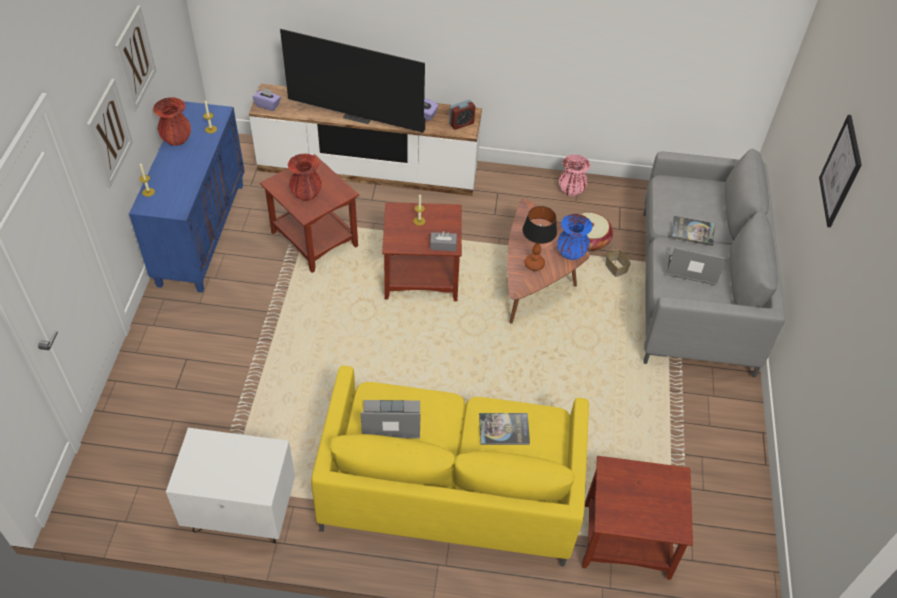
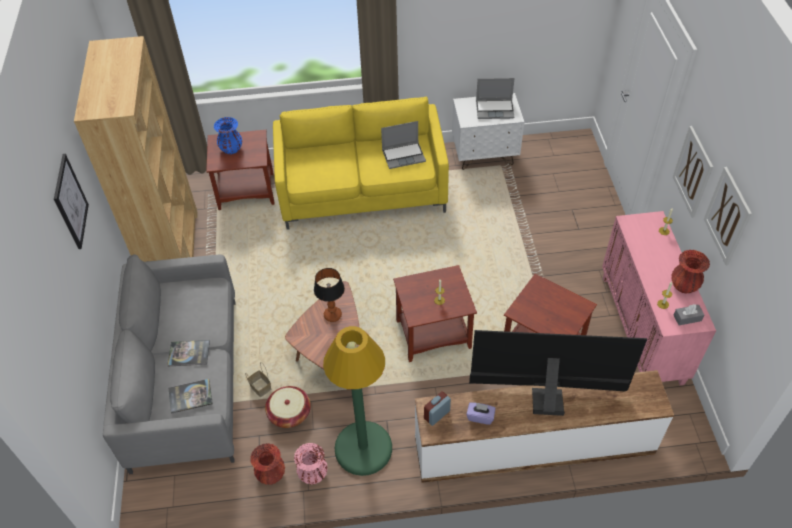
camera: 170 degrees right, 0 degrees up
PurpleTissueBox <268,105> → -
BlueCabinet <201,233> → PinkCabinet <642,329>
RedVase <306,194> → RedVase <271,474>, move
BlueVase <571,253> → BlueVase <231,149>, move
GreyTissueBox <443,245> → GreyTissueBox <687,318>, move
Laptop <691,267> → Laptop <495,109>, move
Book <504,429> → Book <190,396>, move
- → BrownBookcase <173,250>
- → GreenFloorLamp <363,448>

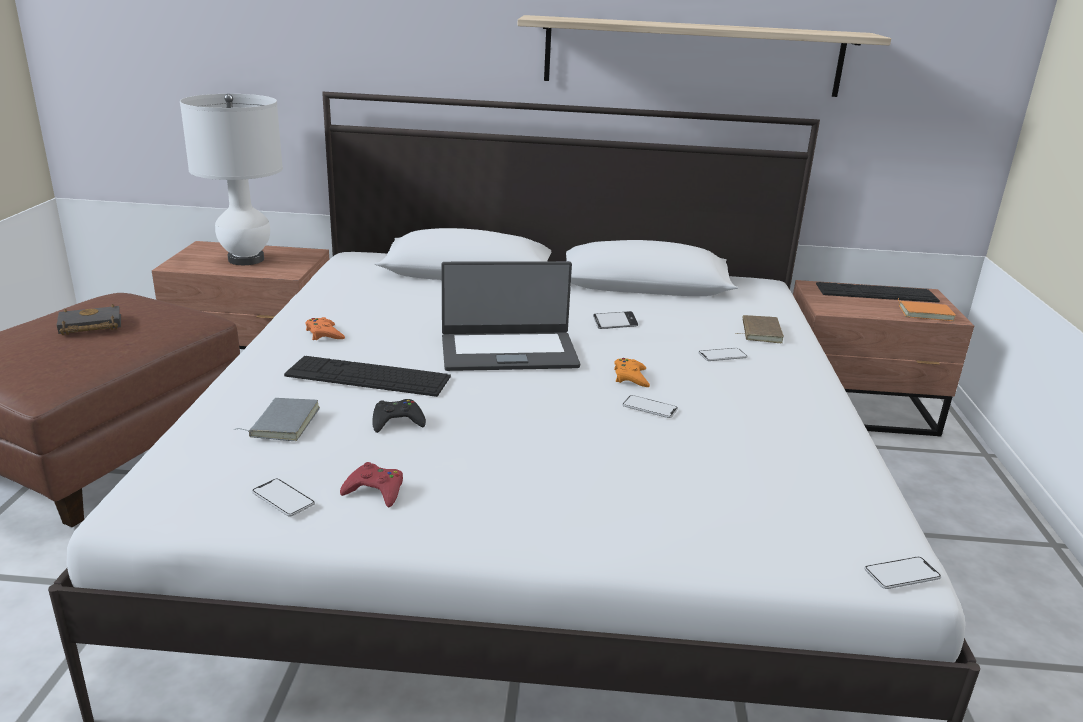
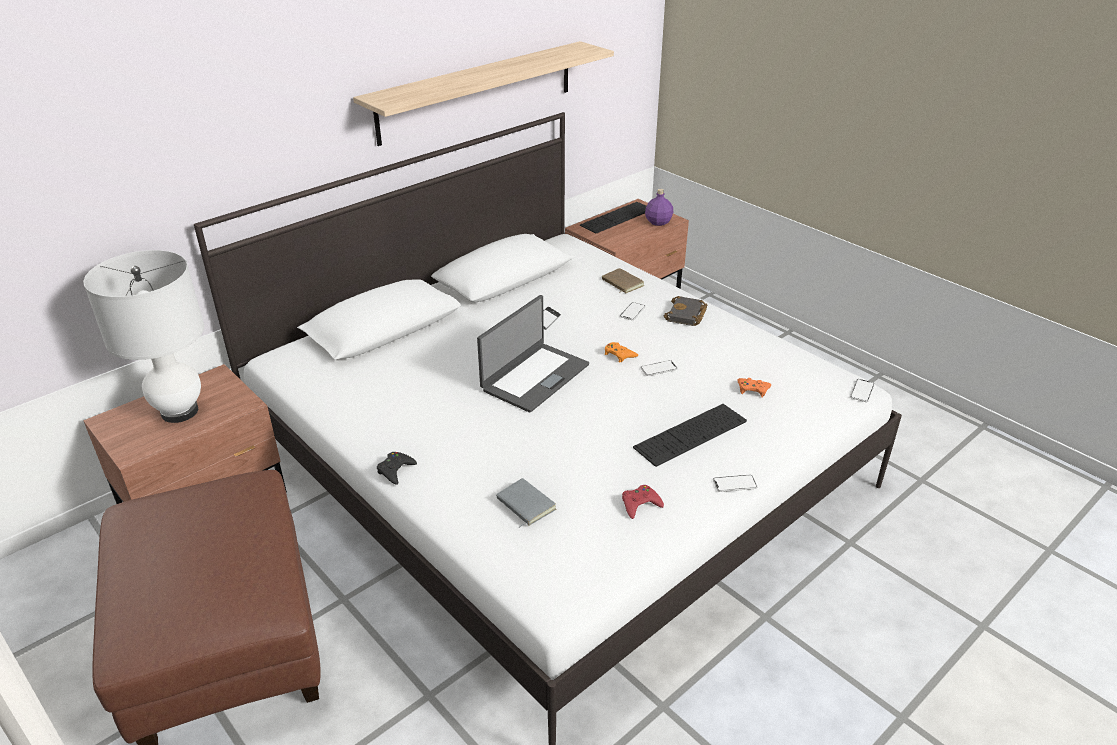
camera: 45 degrees left, 10 degrees up
OrangeBook <925,313> → PurpleBottle <658,222>
BlackBook <88,326> → BlackBook <686,315>, move
OrangeGameController <324,334> → OrangeGameController <753,389>, move
Keyboard <368,376> → Keyboard <690,434>, move
BlackGameController <397,421> → BlackGameController <395,470>, move
Phone <283,499> → Phone <734,484>, move

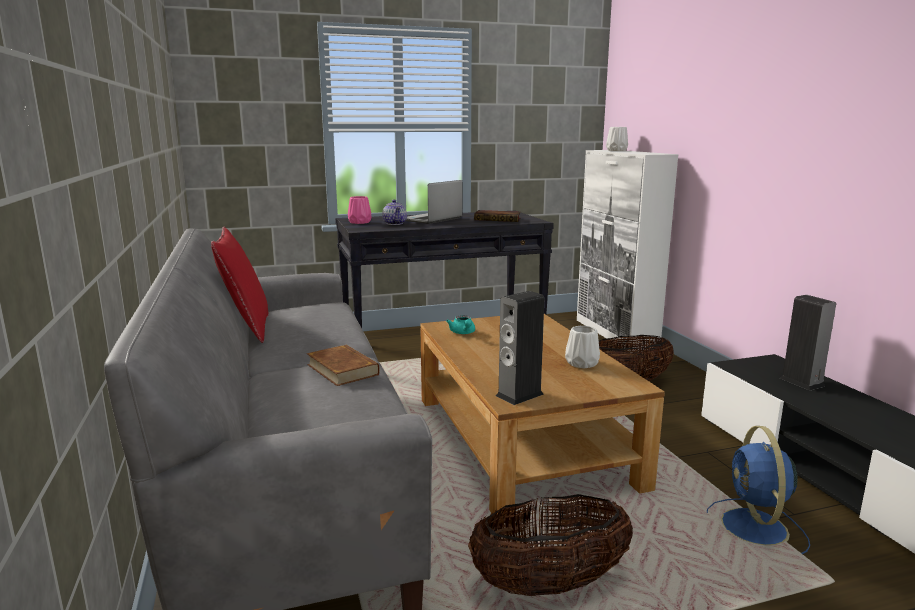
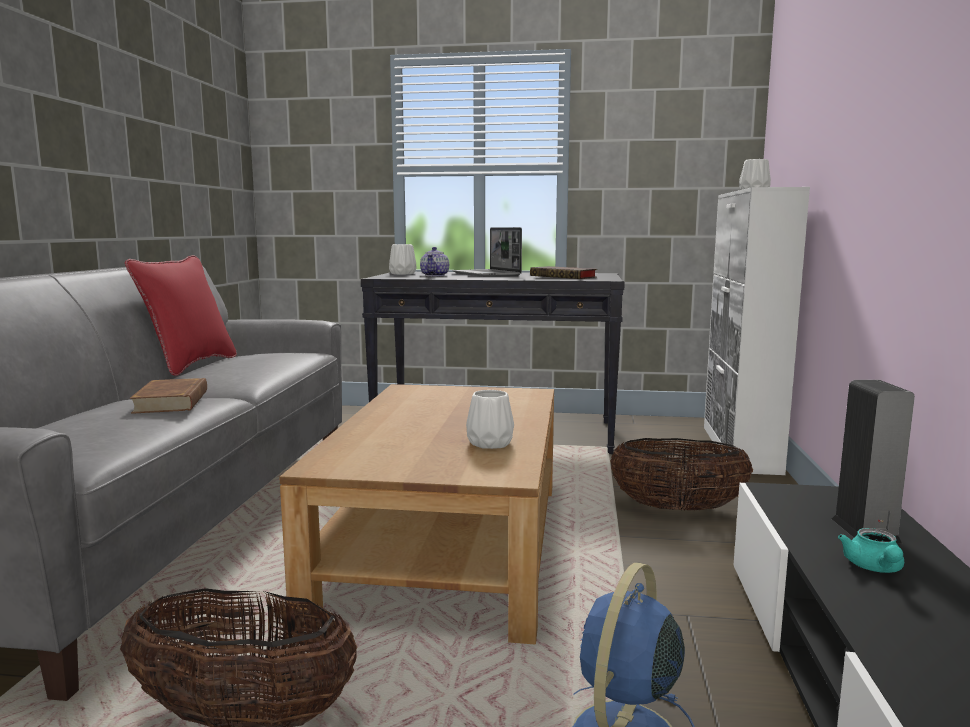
camera: 25 degrees right, 5 degrees down
Laptop <432,219> → Laptop <487,275>, 90 degrees counterclockwise
PinkVase <359,222> → WhiteVase <402,274>
Speaker <519,395> → -
TurquoiseTeapot <463,333> → TurquoiseTeapot <874,568>, move

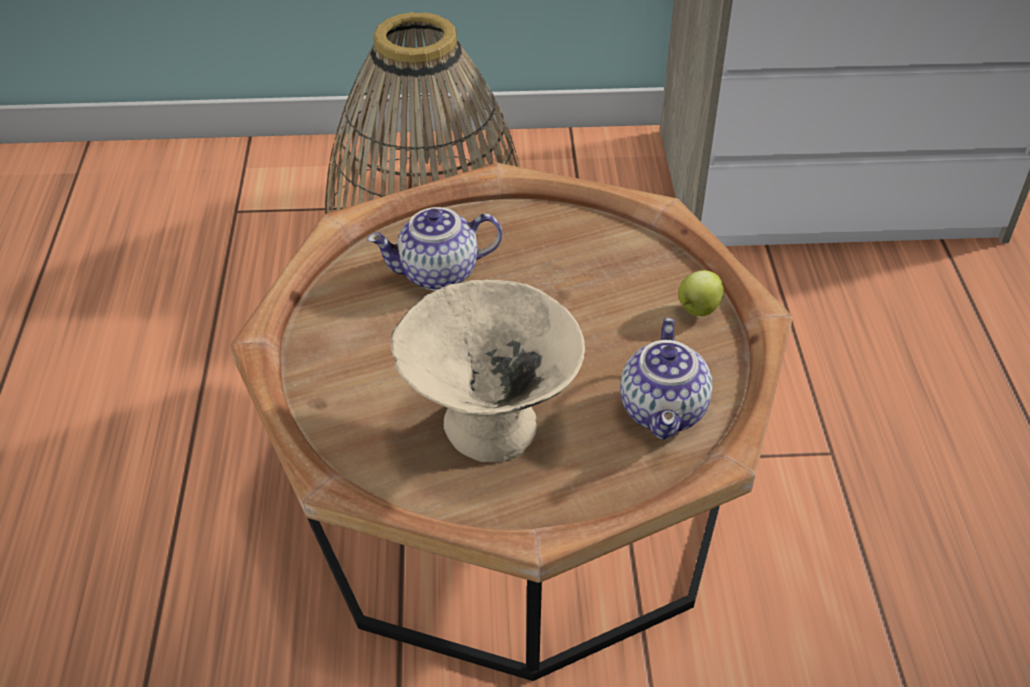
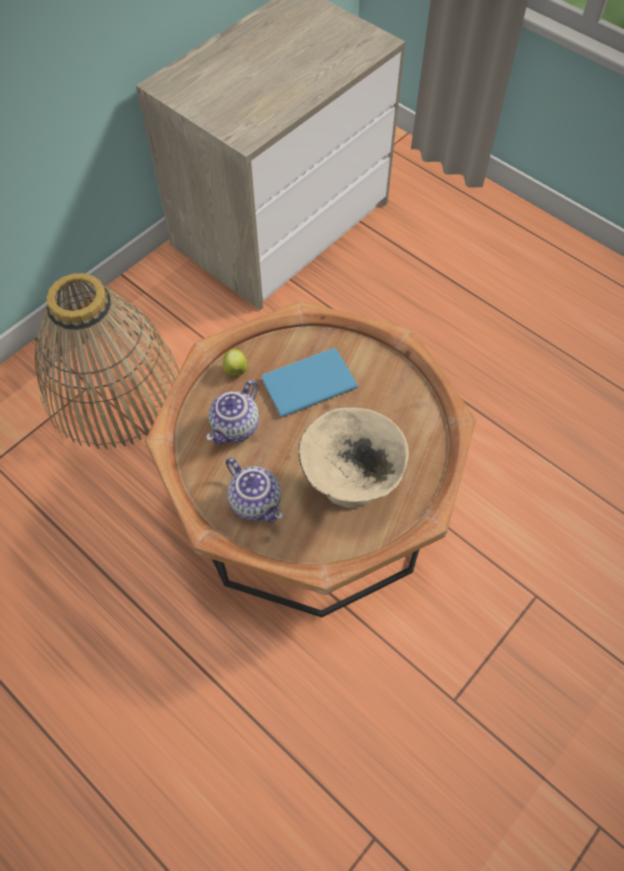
camera: 45 degrees left, 15 degrees up
Apple <697,309> → Apple <236,370>, move
Teapot <665,412> → Teapot <257,502>, move
- → BlueBook <306,382>

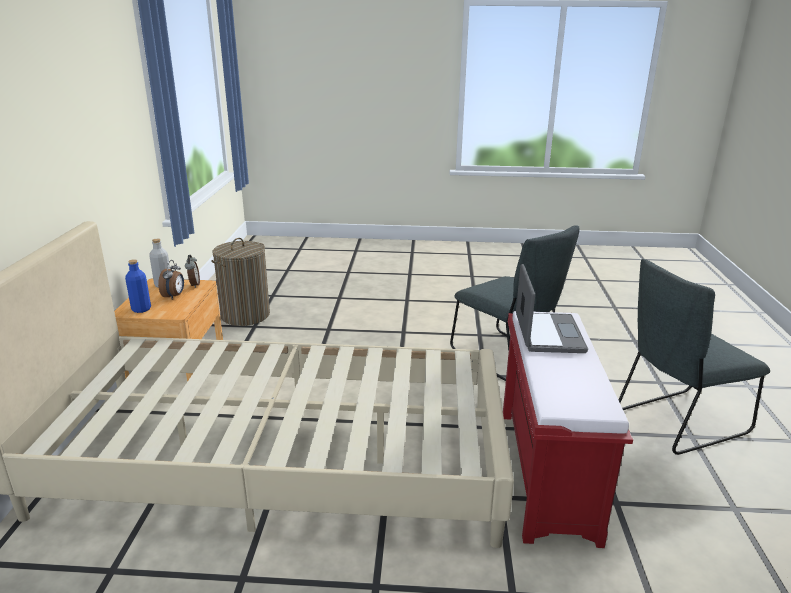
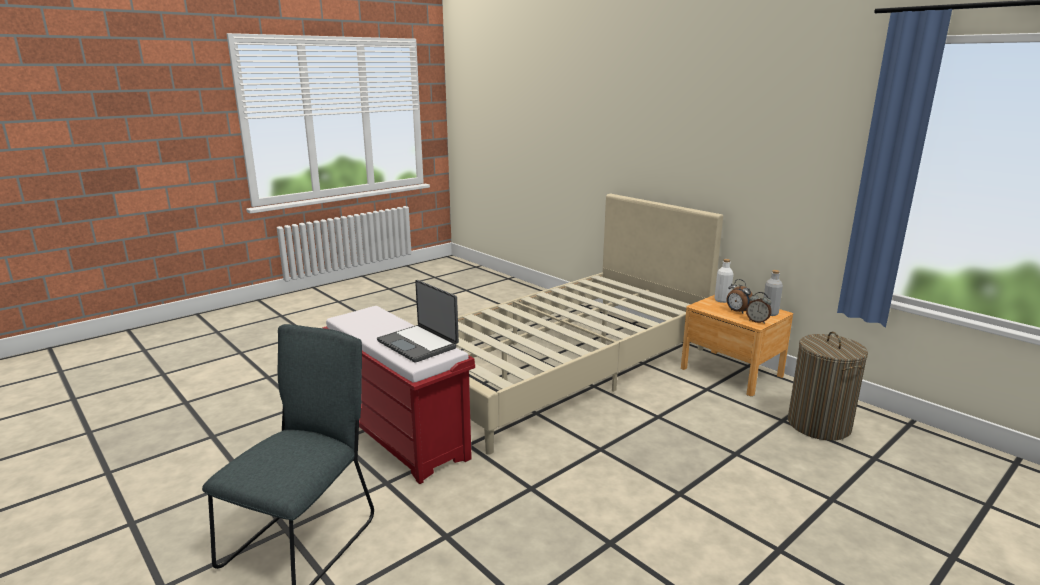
camera: 135 degrees right, 5 degrees down
GreyChair <507,358> → -
BlueBottle <141,309> → WhiteBottle <722,300>

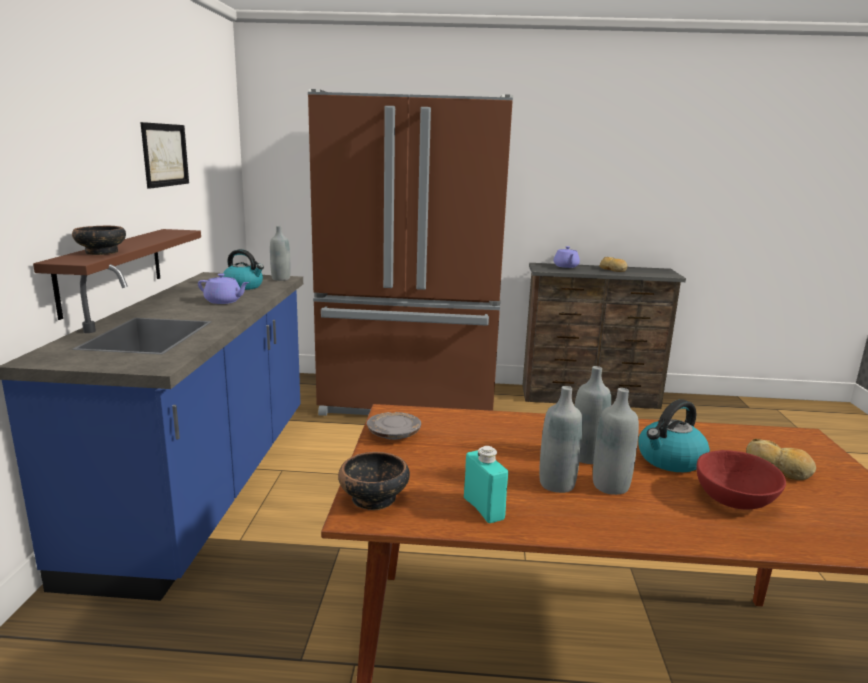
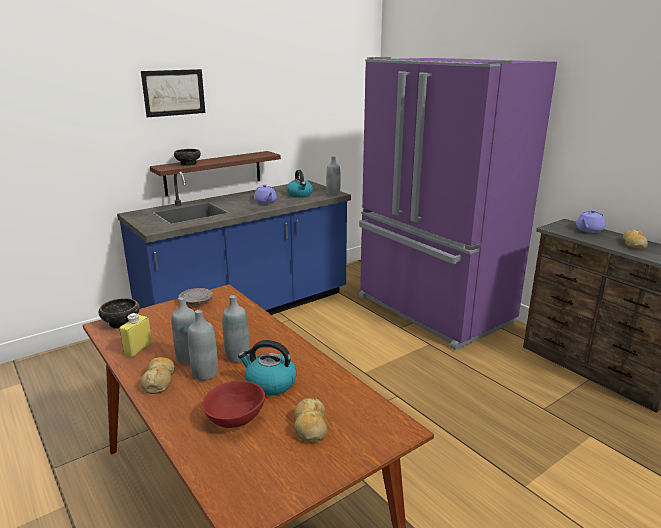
camera: 50 degrees right, 5 degrees up
BrownFridge <409,401> → PurpleFridge <432,310>
Picture <165,155> → Picture <174,92>, move
TurquoiseBottle <483,508> → YellowBottle <138,349>
- → Bread <159,380>

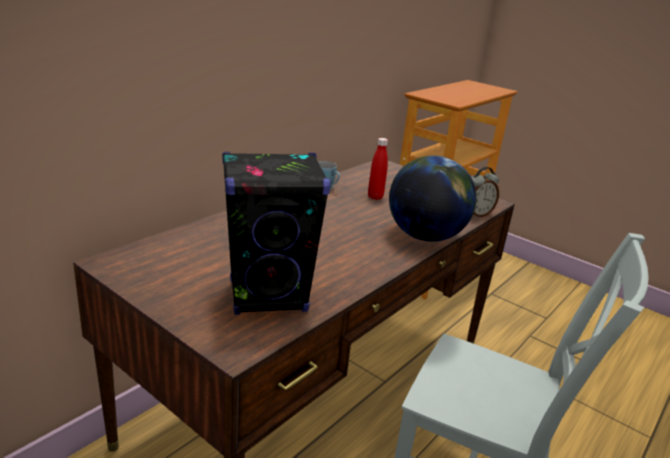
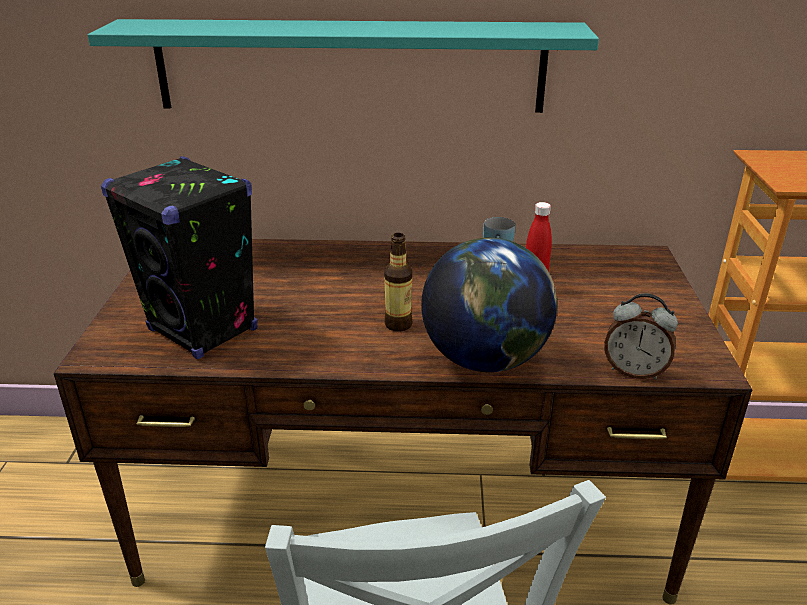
camera: 55 degrees right, 5 degrees up
- → TurquoiseShelf <350,66>
- → Bottle <398,324>

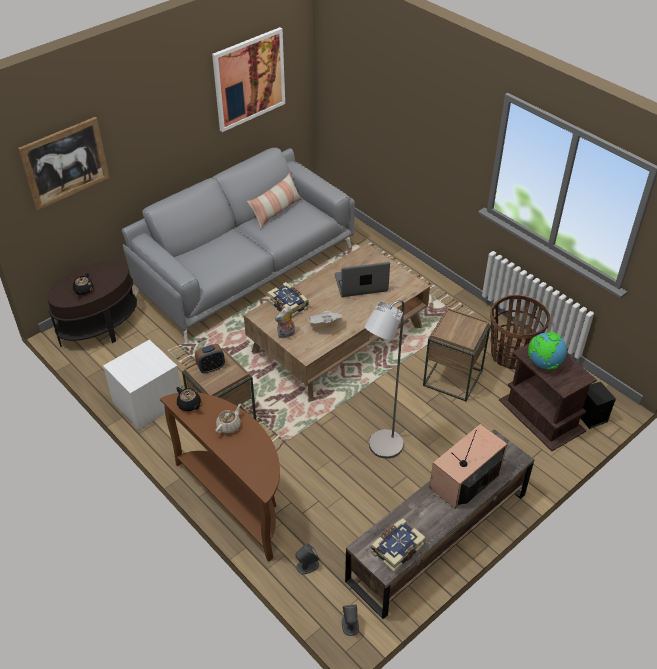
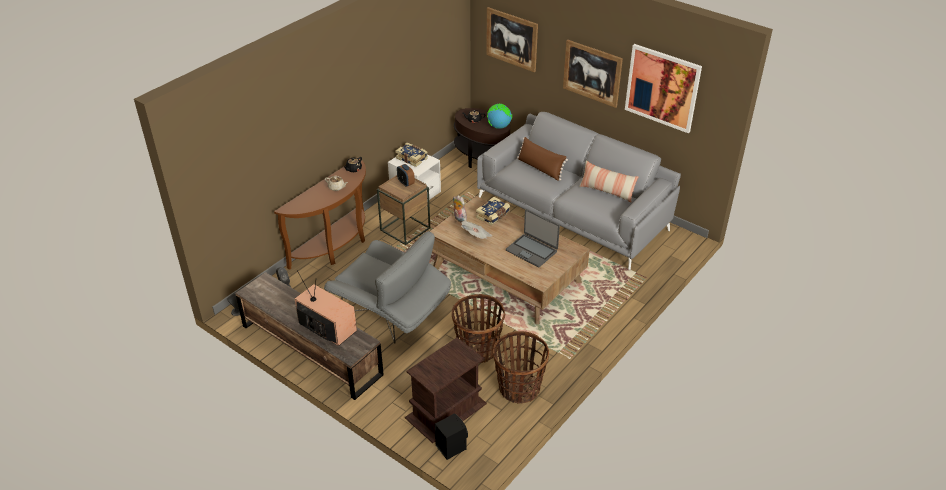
camera: 80 degrees right, 5 degrees down
Laptop <361,284> → Laptop <532,251>, 150 degrees clockwise
GreyFloorLamp <381,448> → GreyArmchair <391,312>
BrownSideTable <453,378> → Basket <478,349>
Globe <544,364> → Globe <499,127>, move
Book <396,549> → Book <412,158>, move
- → Picture <592,73>
- → BrownPillow <540,168>

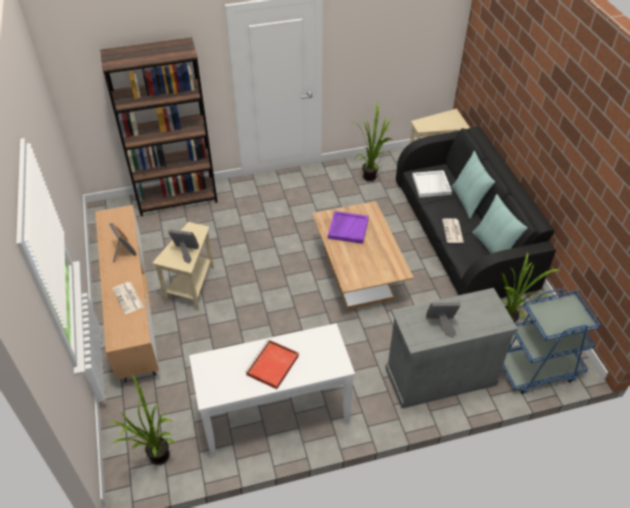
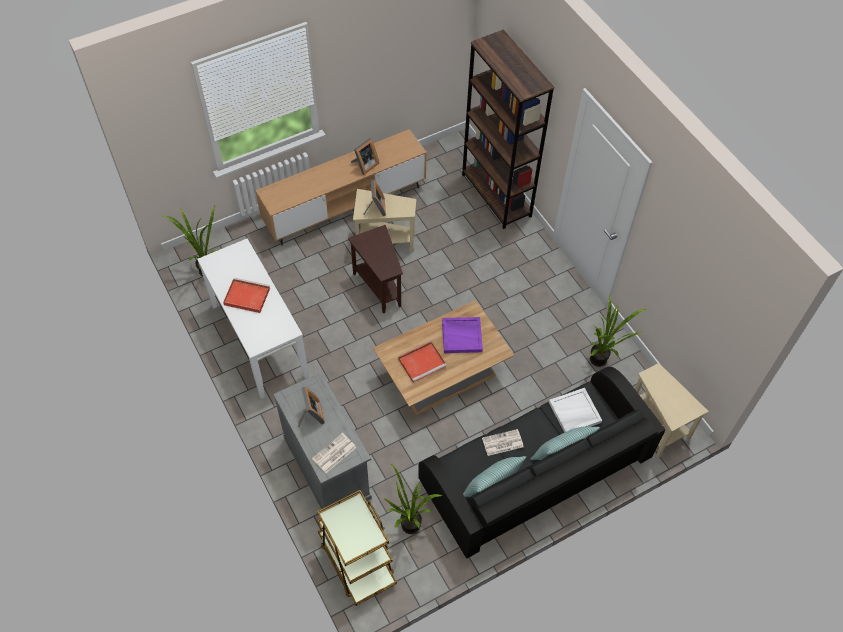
camera: 75 degrees right, 10 degrees up
Newspaper <128,298> → Newspaper <334,453>, move
BlueCart <537,368> → BrownCart <357,560>
- → BrownSideTable <379,286>
- → RedTray <422,362>

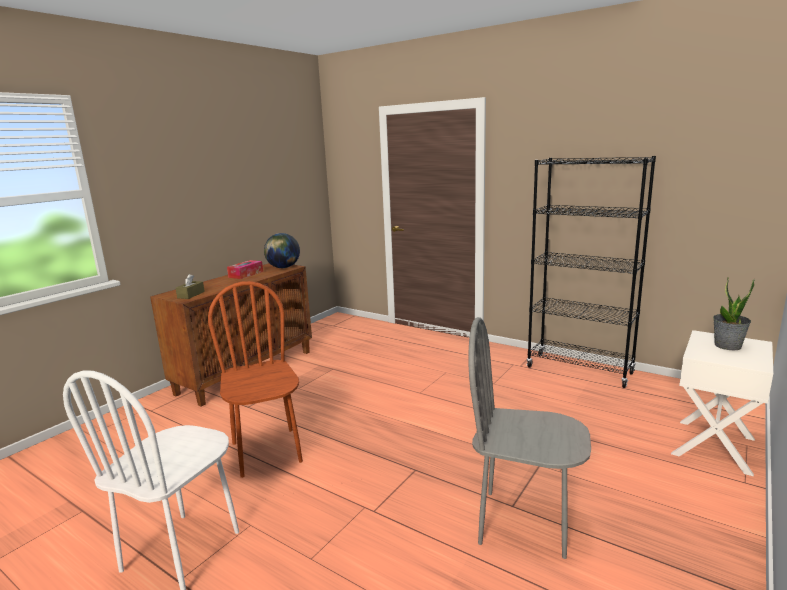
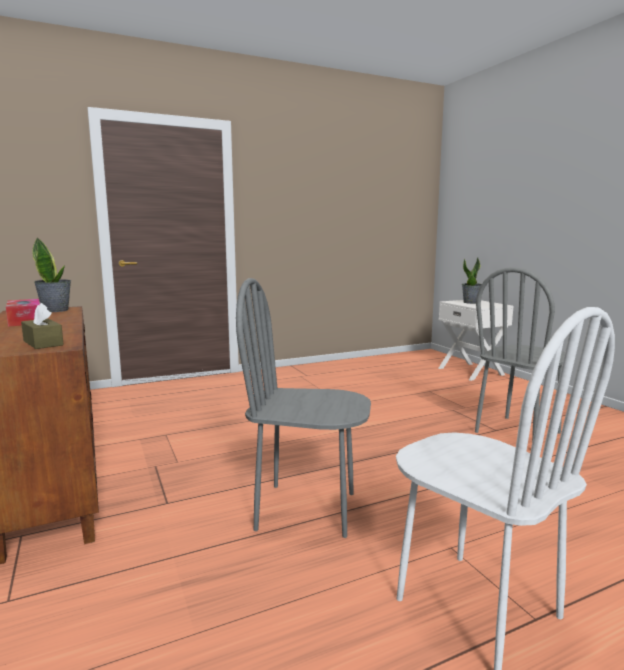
camera: 60 degrees left, 5 degrees down
BlackBookcase <579,370> → -
Globe <283,267> → PottedPlant <56,310>
BrownChair <267,452> → GreyChair <306,510>

